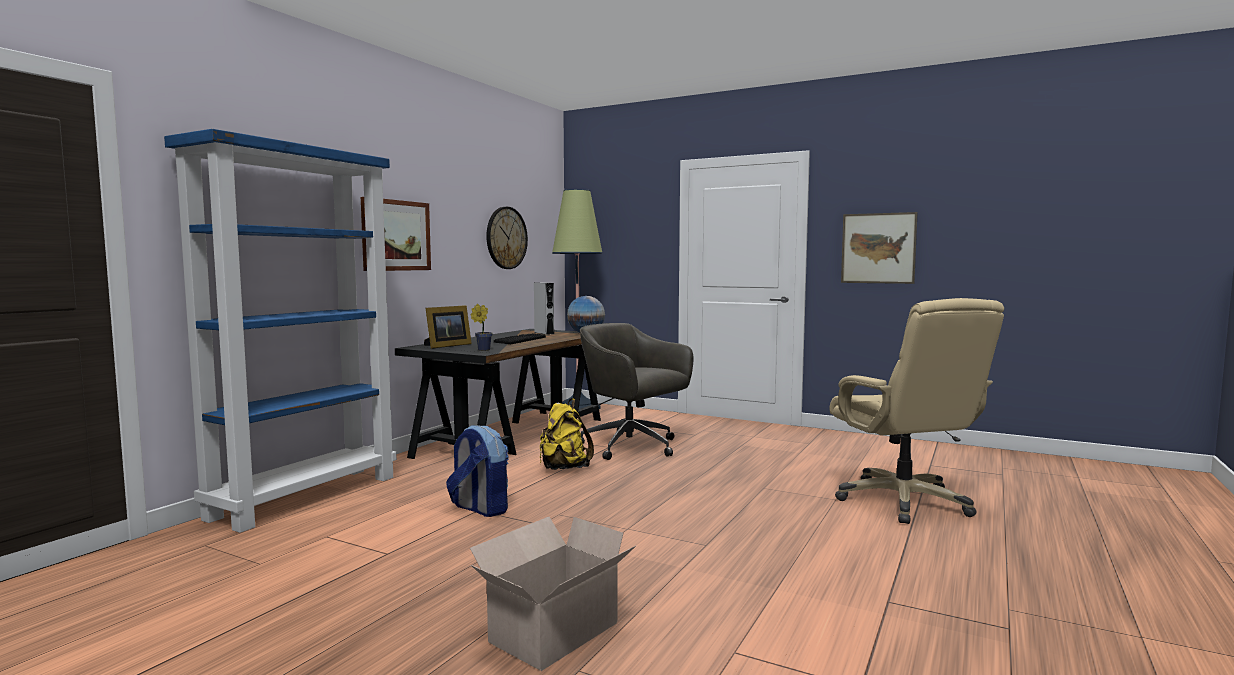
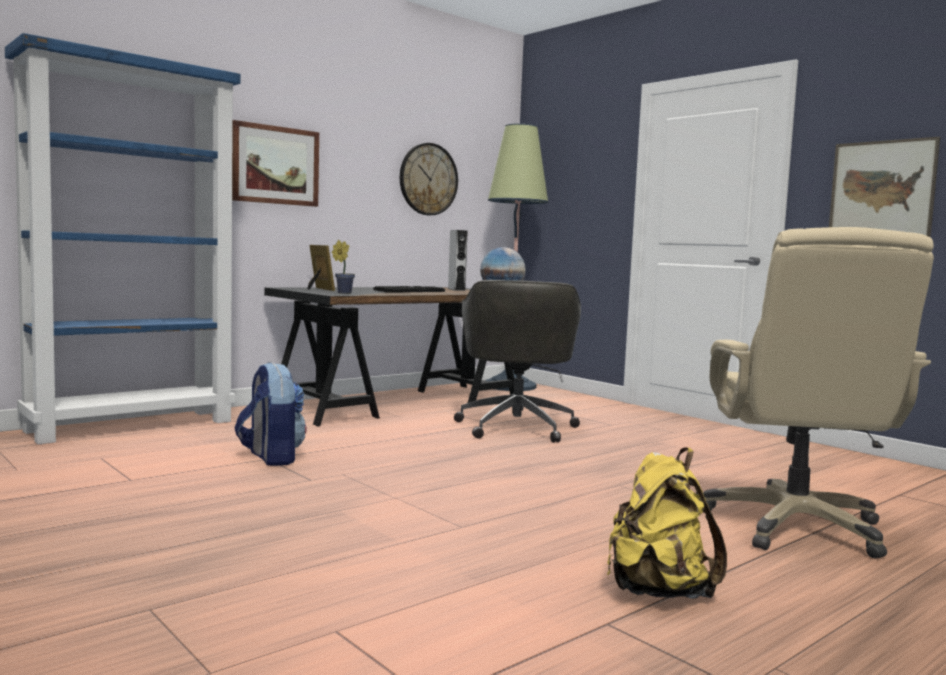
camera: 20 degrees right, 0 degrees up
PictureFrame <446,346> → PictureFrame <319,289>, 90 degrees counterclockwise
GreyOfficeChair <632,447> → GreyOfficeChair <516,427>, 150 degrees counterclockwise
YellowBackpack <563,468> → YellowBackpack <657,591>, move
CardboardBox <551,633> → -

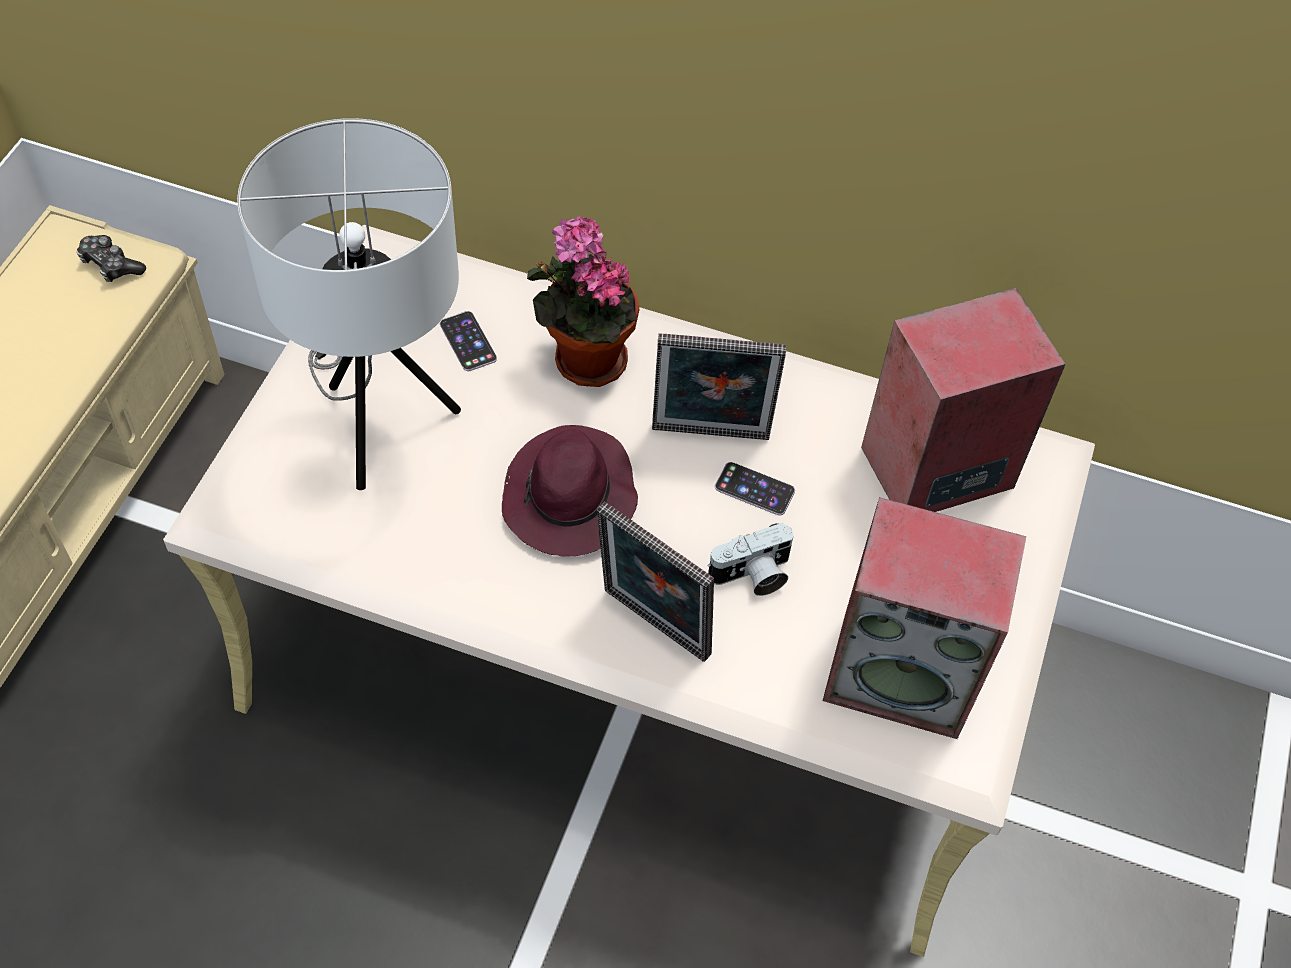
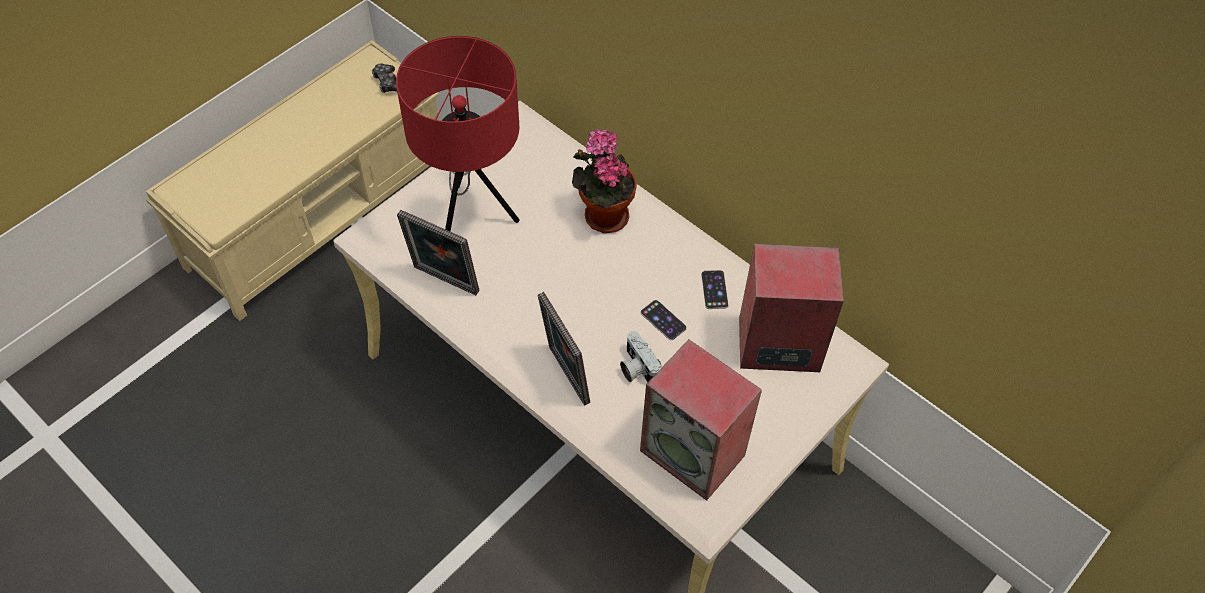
camera: 25 degrees right, 0 degrees up
WhiteTableLamp <379,424> → RedTableLamp <472,214>
Phone <468,341> → Phone <714,290>, move
PictureFrame <710,437> → PictureFrame <444,282>, move
PurpleHat <570,498> → -
PhotoCamera <752,576> → PhotoCamera <636,368>, 60 degrees clockwise

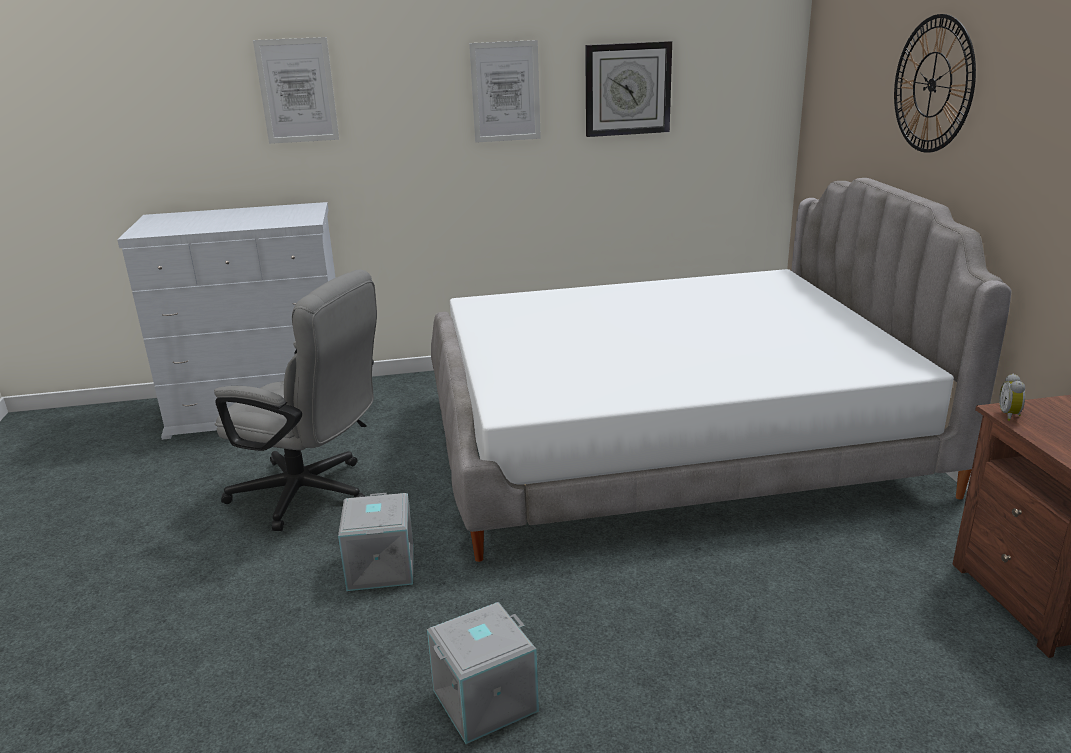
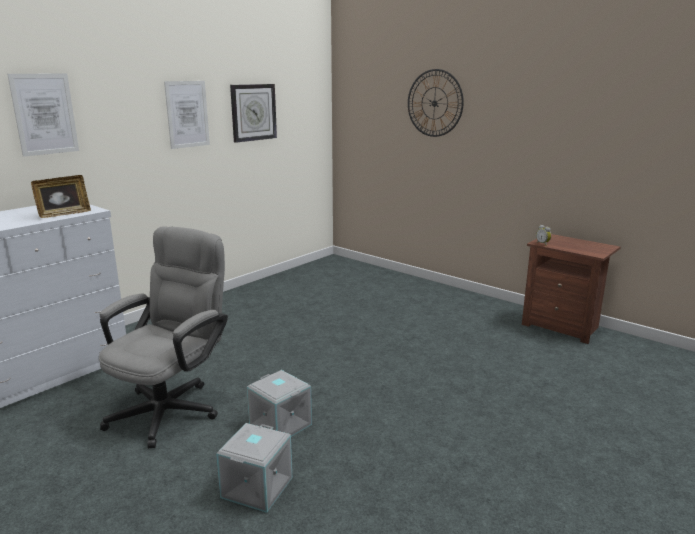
camera: 40 degrees left, 5 degrees down
Bed <669,442> → -
GreyOfficeChair <312,495> → GreyOfficeChair <172,407>, 45 degrees counterclockwise
GreyStorageBox <485,702> → GreyStorageBox <258,488>, move
- → PictureFrame <64,214>

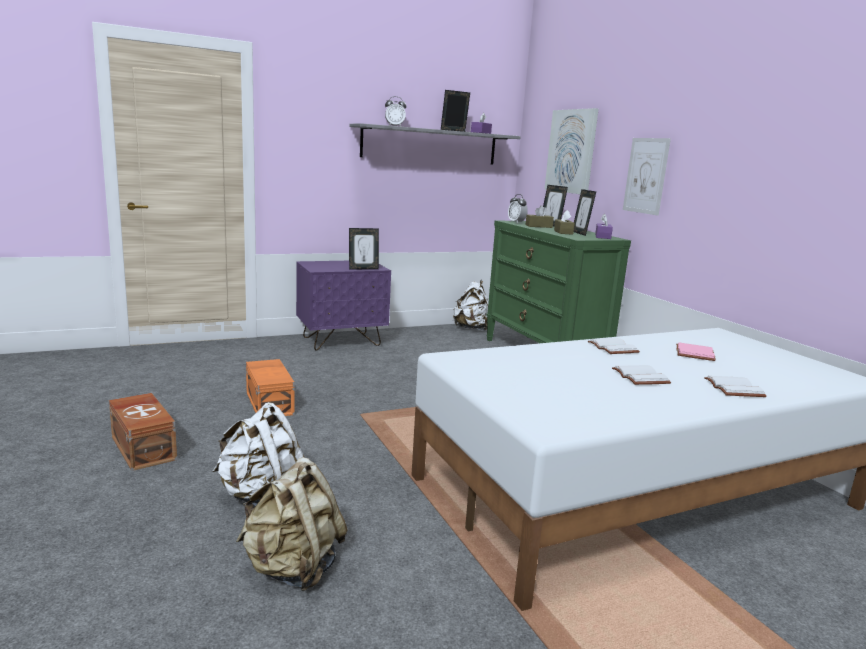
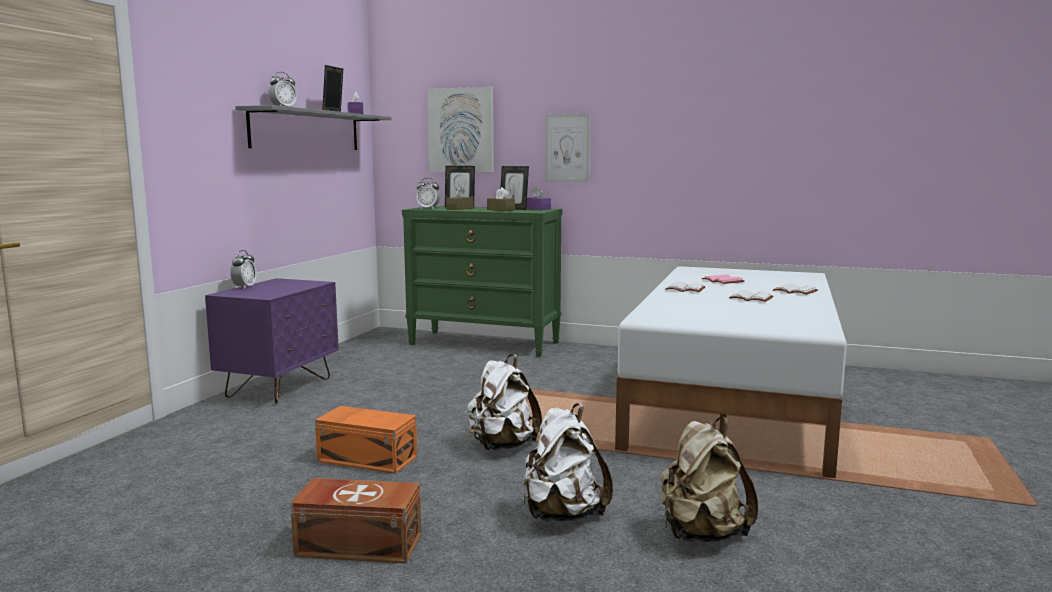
camera: 45 degrees left, 5 degrees down
PictureFrame <363,268> → -
WhiteBackpack <471,328> → WhiteBackpack <502,446>, move
- → AlarmClock <244,287>

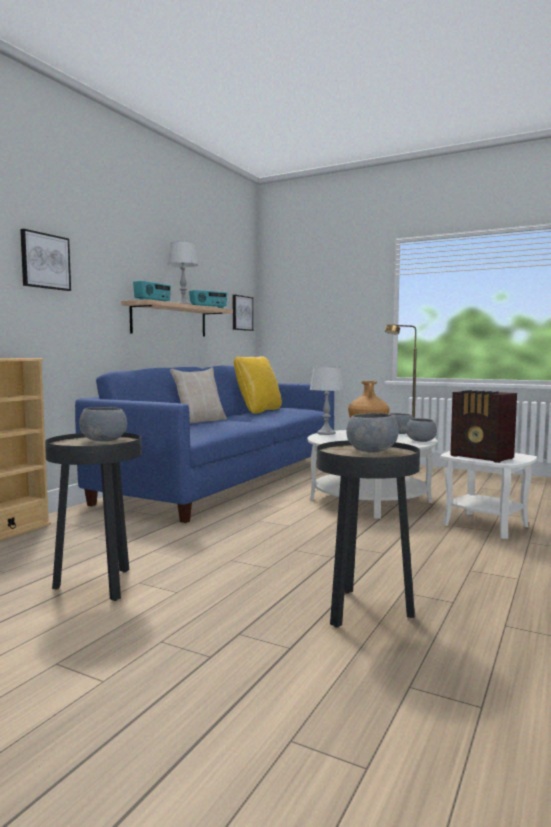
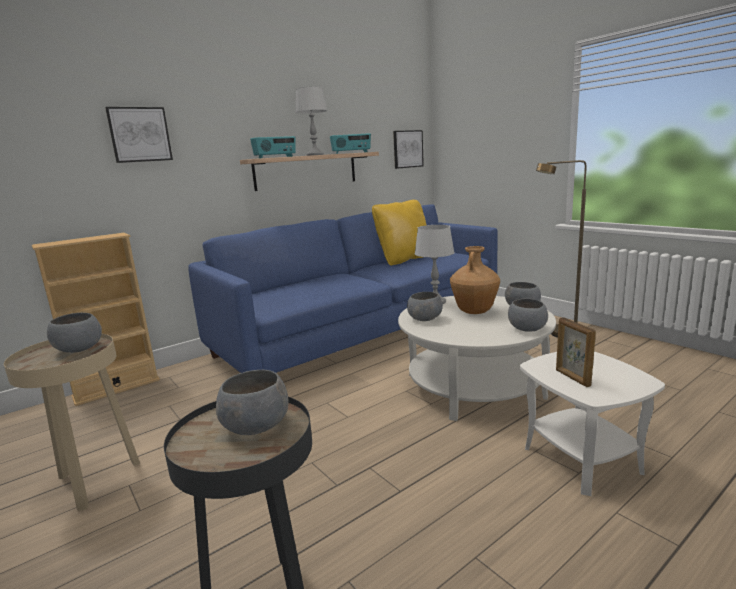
camera: 25 degrees right, 10 degrees up
BeigePillow <200,421> → -
Radio <482,457> → PictureFrame <572,378>
BlackSideTable <99,586> → BeigeSideTable <96,483>
- → GreyBowl <424,319>

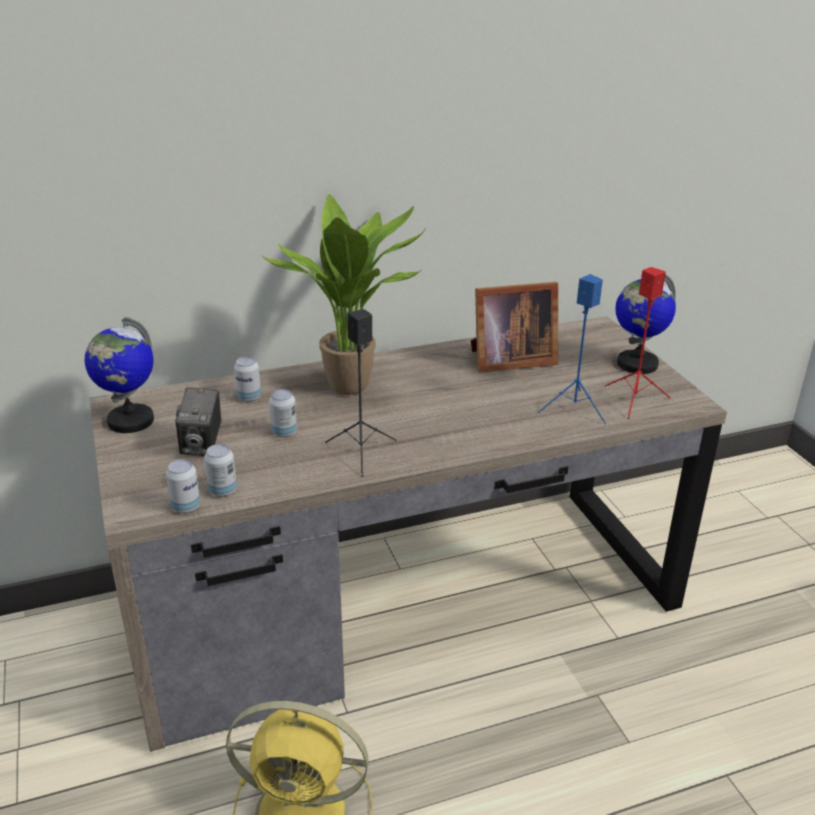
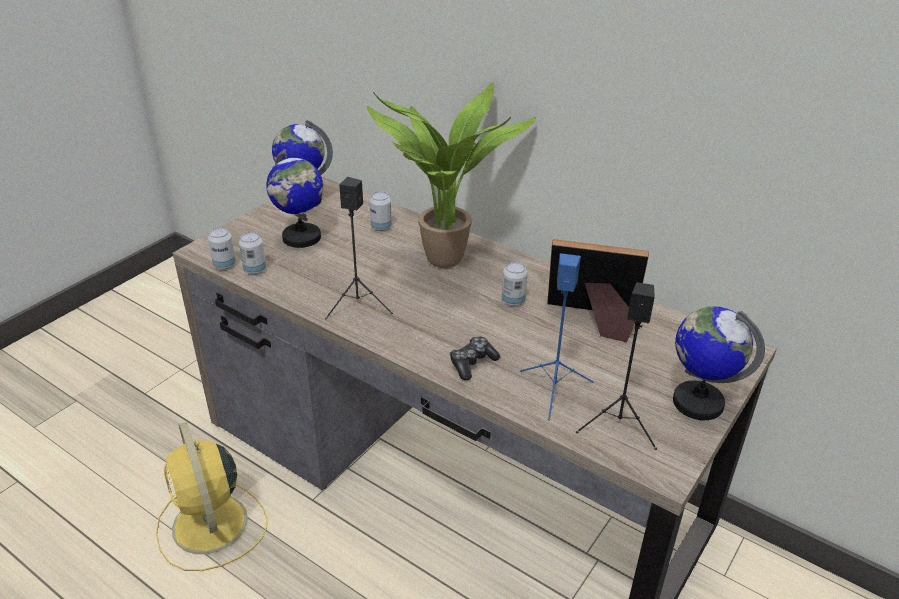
camera: 55 degrees right, 5 degrees up
RedSpeaker <635,400> → BlackSpeaker <619,425>
PictureFrame <508,360> → PictureFrame <593,320>, 150 degrees clockwise
PhotoCamera <202,445> → Globe <301,238>
Can <284,432> → Can <513,301>, move
- → GameController <472,363>

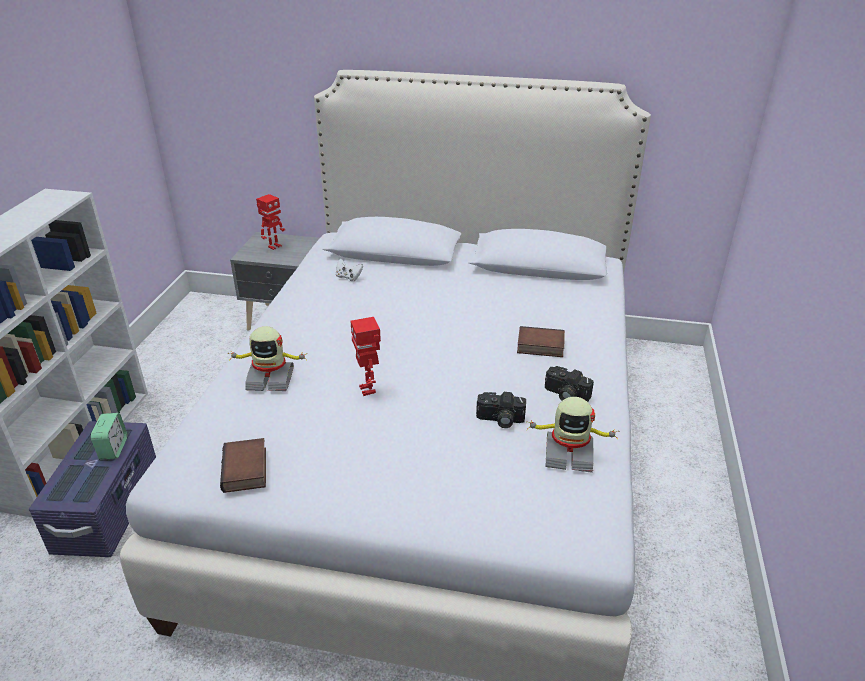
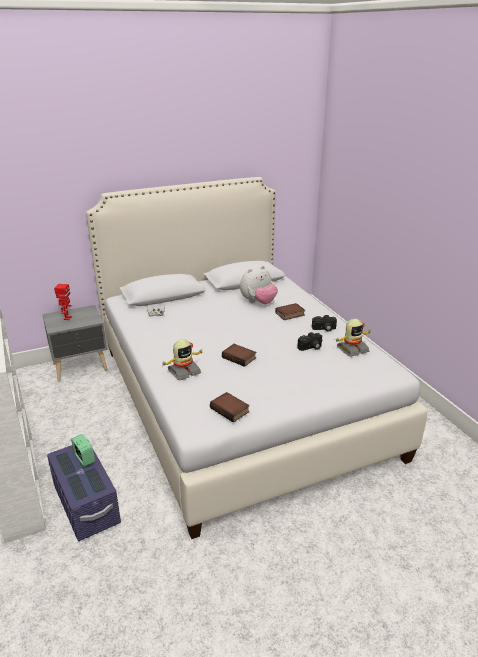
camera: 35 degrees left, 5 degrees down
ToyRobot <368,389> → Book <240,357>
- → PlushToy <258,302>

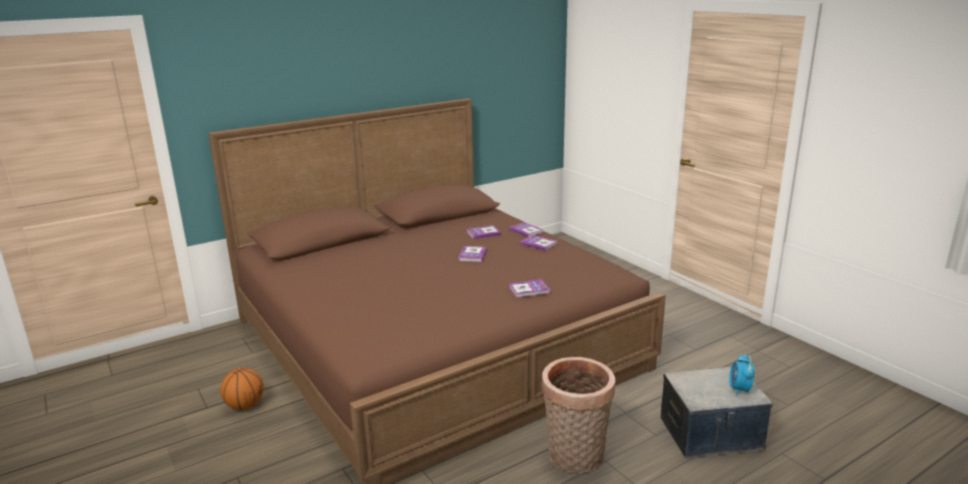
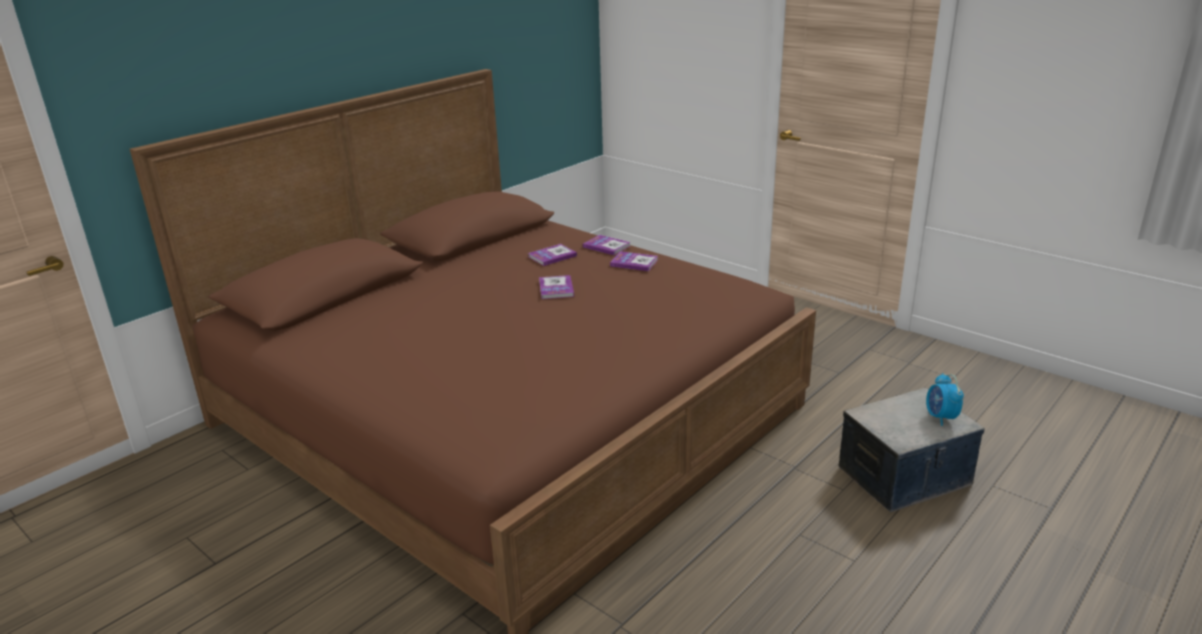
camera: 15 degrees left, 5 degrees up
Book <529,289> → -
Basket <575,458> → -
Basketball <245,406> → -

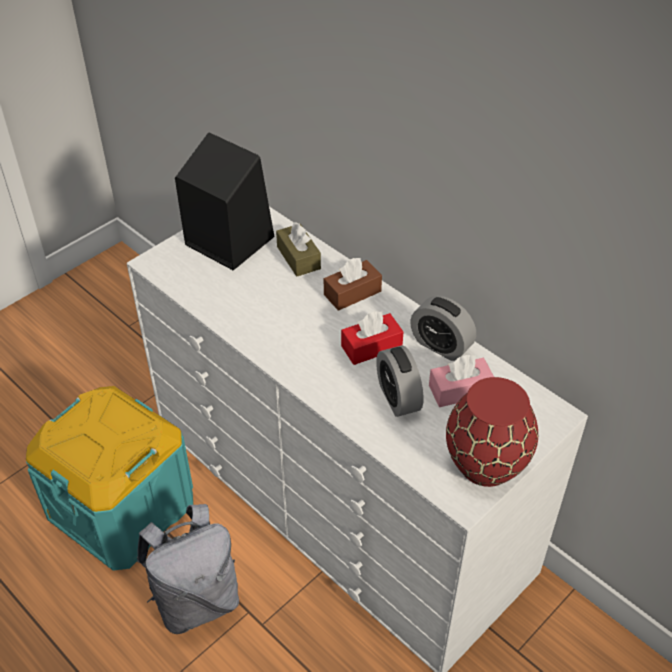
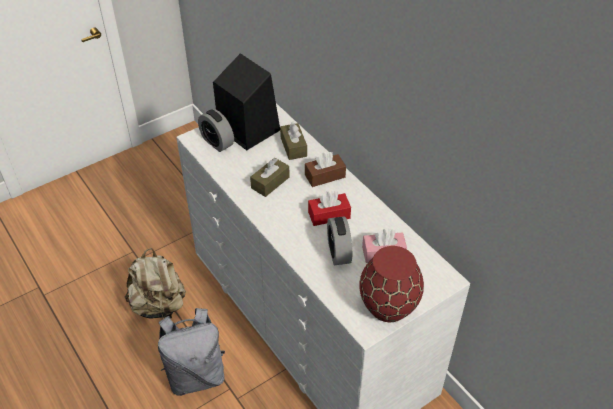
camera: 10 degrees right, 0 degrees up
AlarmClock <441,345> → AlarmClock <217,142>, move
TurquoiseStorageBox <123,508> → BeigeBackpack <159,305>
- → BrownTissueBox <270,182>

